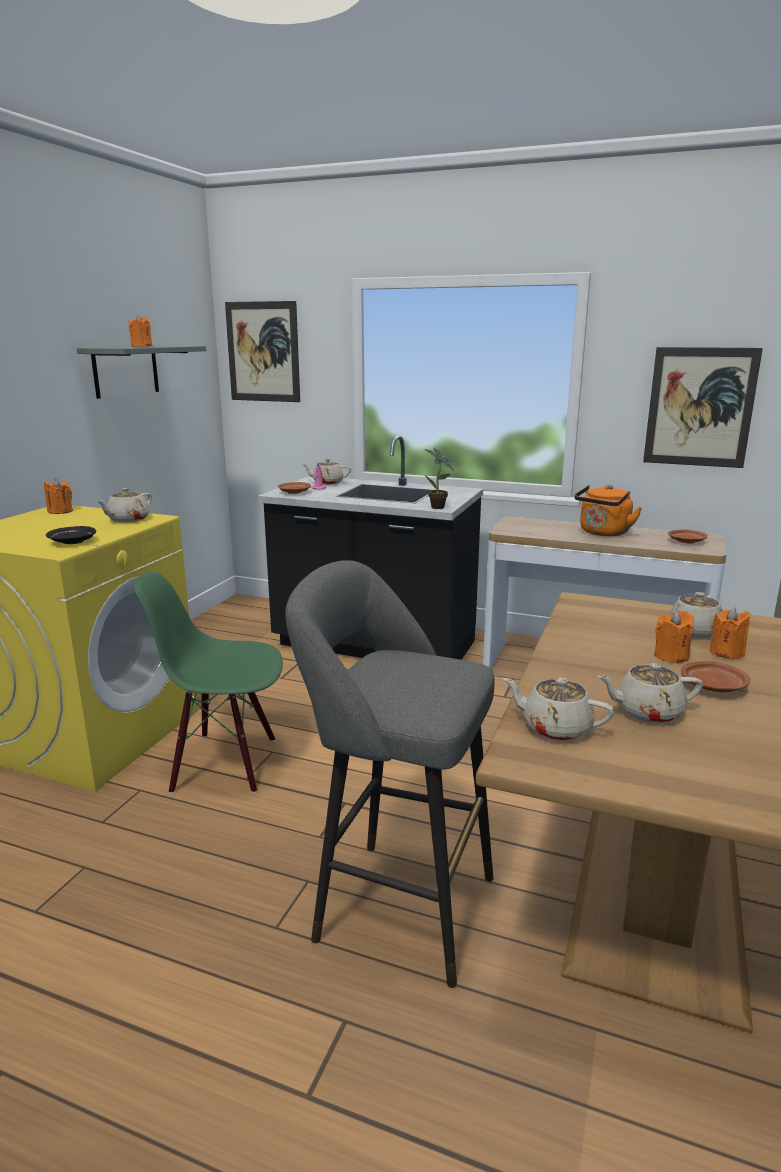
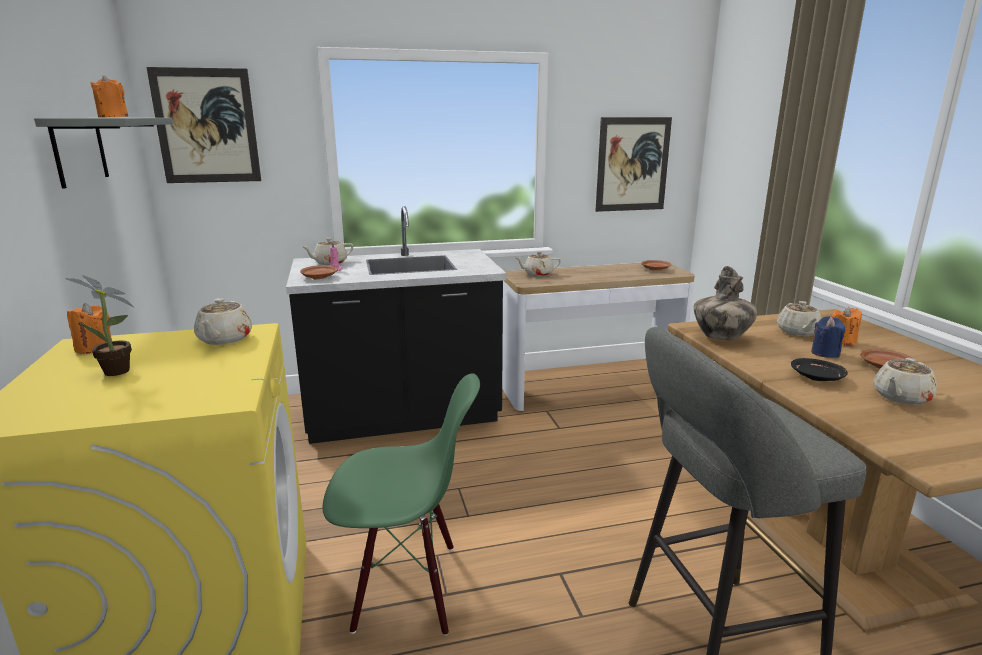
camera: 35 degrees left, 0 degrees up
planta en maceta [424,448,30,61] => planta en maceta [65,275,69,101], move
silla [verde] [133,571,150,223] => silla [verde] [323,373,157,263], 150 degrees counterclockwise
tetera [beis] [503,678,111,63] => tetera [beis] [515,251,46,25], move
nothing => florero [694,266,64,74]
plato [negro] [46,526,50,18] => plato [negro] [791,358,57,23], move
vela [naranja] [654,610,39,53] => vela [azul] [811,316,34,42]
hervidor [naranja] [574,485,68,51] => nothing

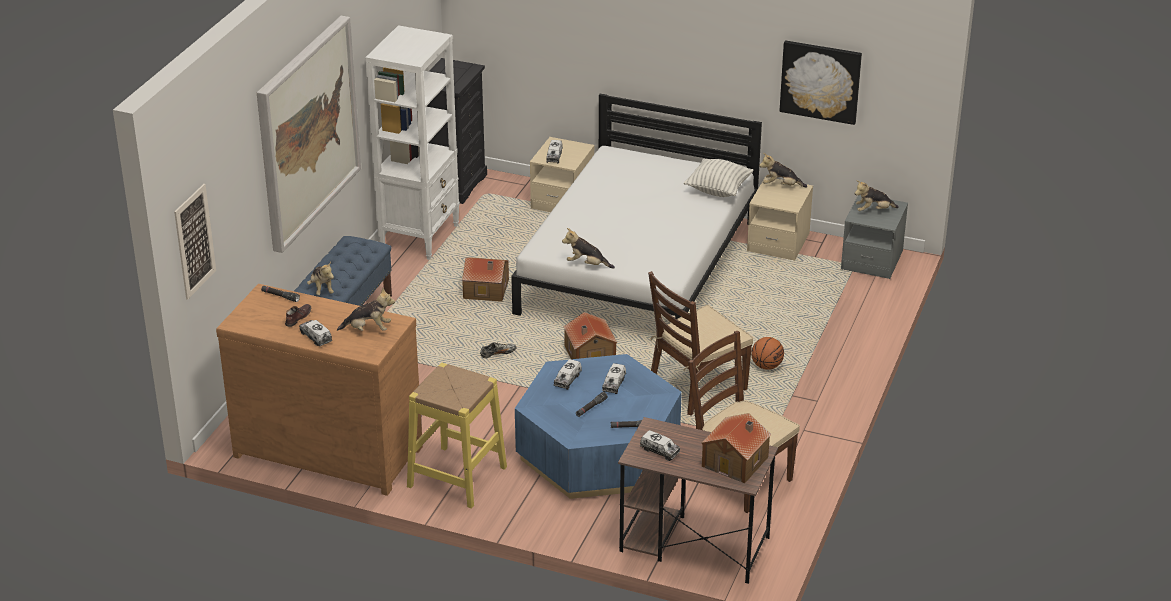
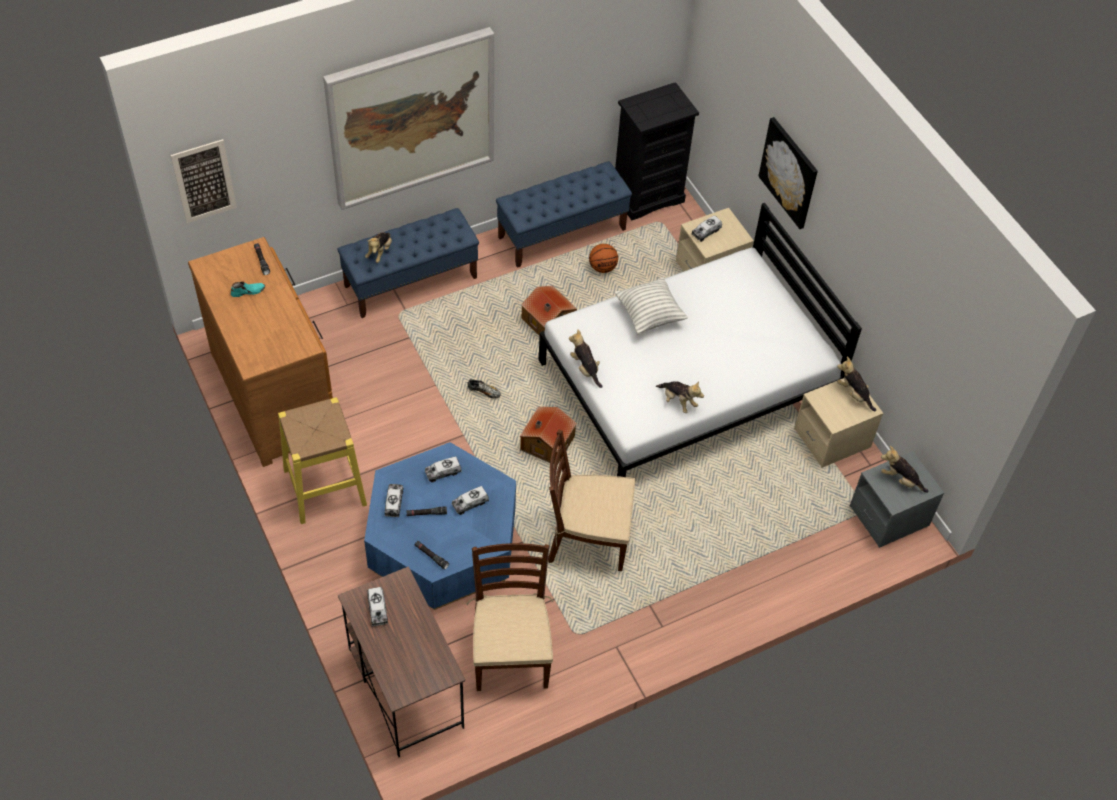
camera: 40 degrees right, 20 degrees up
zapato [marrón] [285,304,26,23] => zapato [turquesa] [231,281,34,16]
camión de juguete [299,320,33,26] => camión de juguete [385,484,19,33], move
estantería [blanco] [365,25,95,235] => banco [azul] [496,161,136,107]
balón de baloncesto [751,337,33,33] => balón de baloncesto [589,244,29,29], move
cojín [684,159,69,38] => cojín [615,277,73,57], move
peluche [337,288,58,43] => peluche [656,381,48,32], move
cuadro [779,41,83,84] => cuadro [758,117,60,112], move
casita [702,413,69,70] => nothing

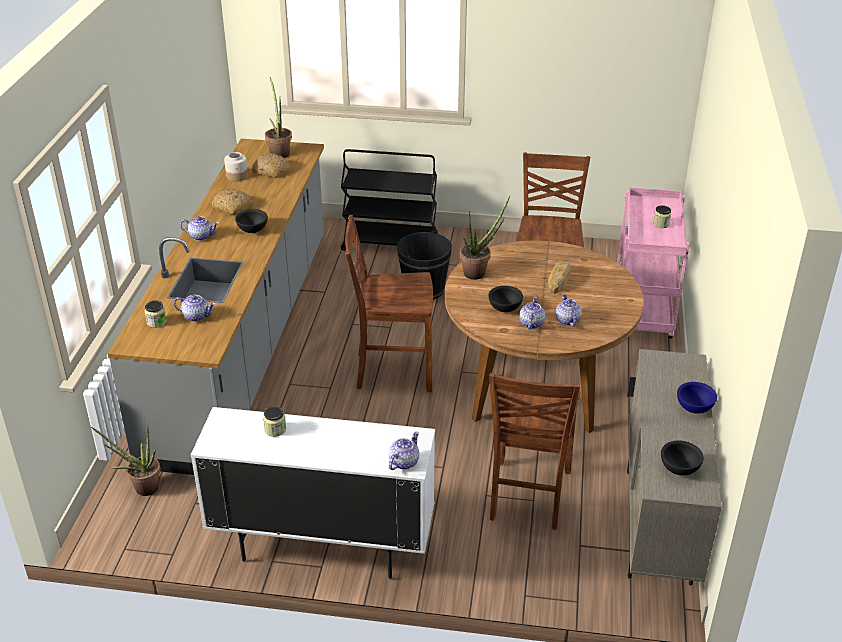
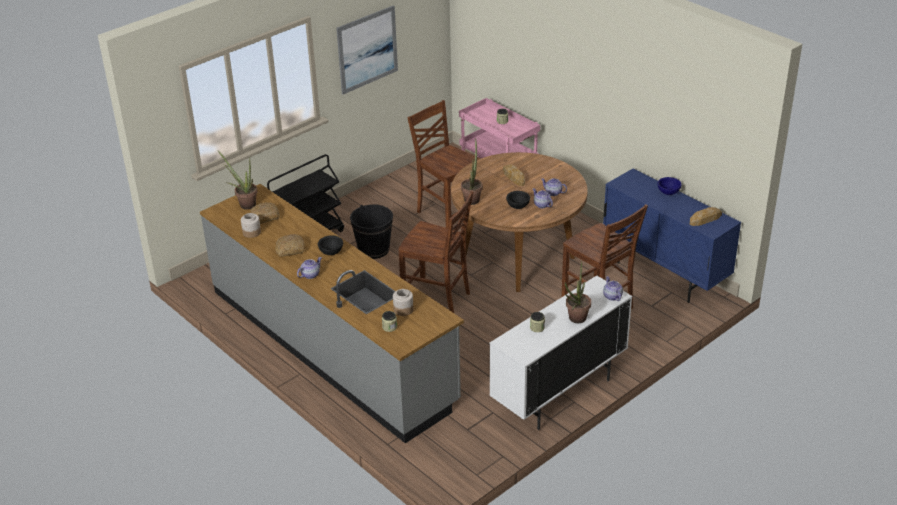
camera: 50 degrees left, 0 degrees up
nothing => cuadro [336,5,62,89]
tetera [174,295,41,27] => tarro [393,289,21,27]
silla [marrón] [345,215,88,177] => silla [marrón] [398,190,76,123], 105 degrees counterclockwise
planta en maceta [91,424,70,72] => planta en maceta [565,261,26,62], move
armario [beis] [627,349,95,237] => armario [azul] [603,168,138,135]
cuenco [negro] [661,440,43,36] => pan [690,207,32,19]

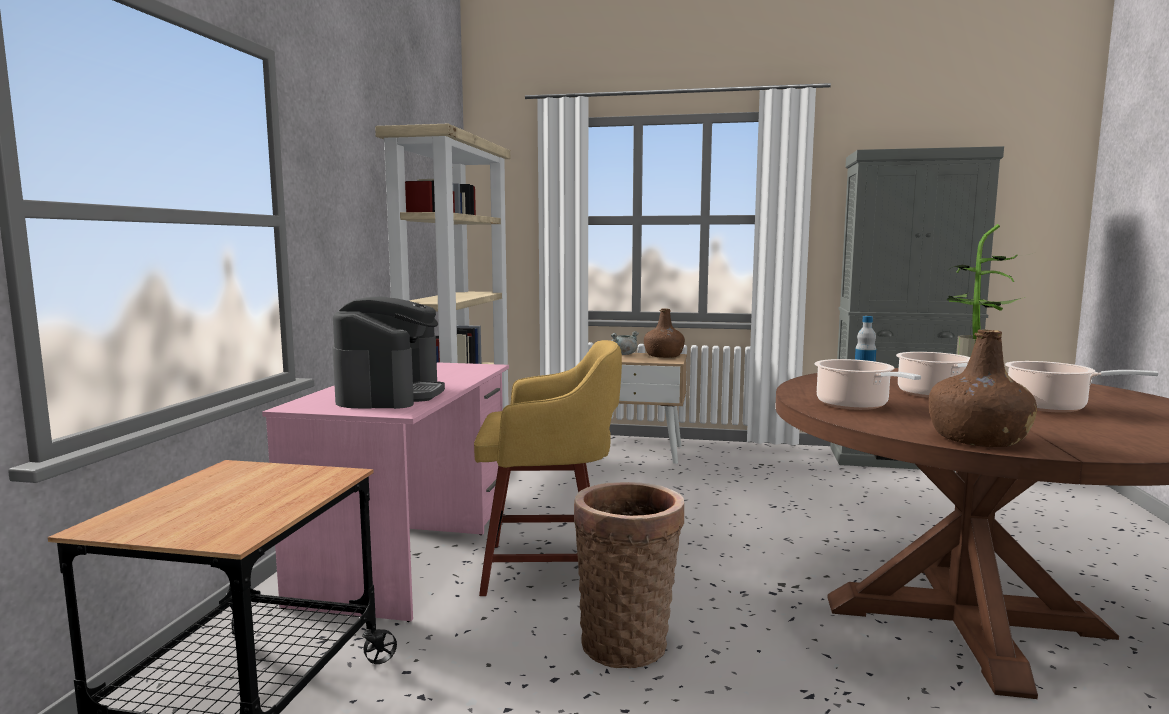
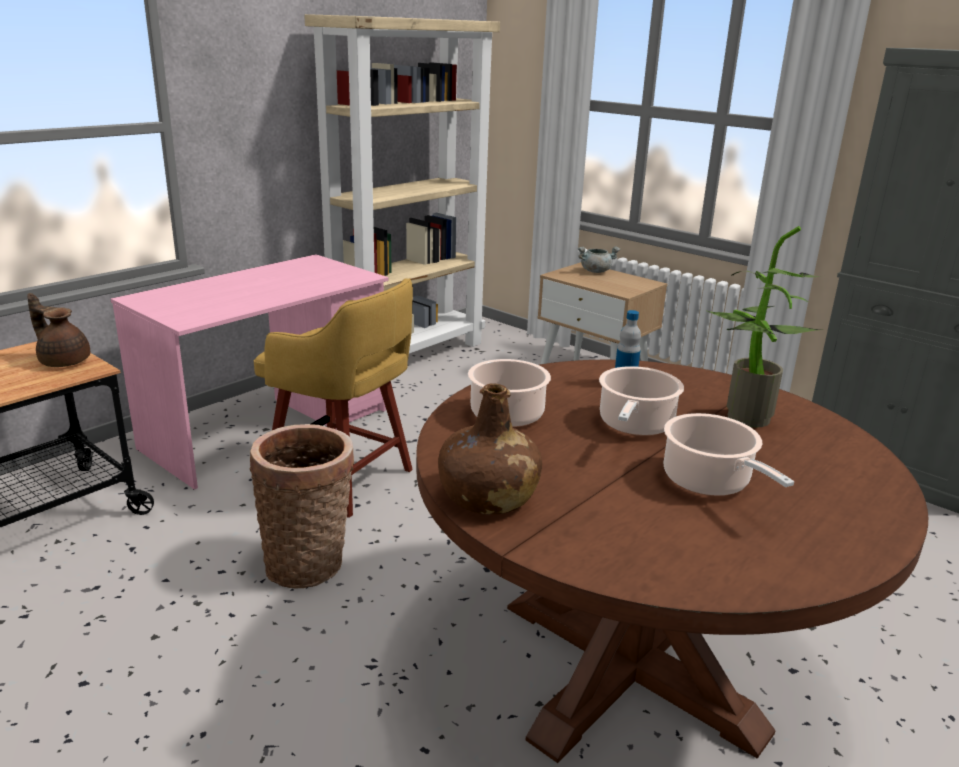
camera: 30 degrees right, 15 degrees up
nothing => tetera [marrón] [27,293,63,74]
cafetera [332,296,113,113] => nothing
botella [marrón] [644,308,41,50] => nothing

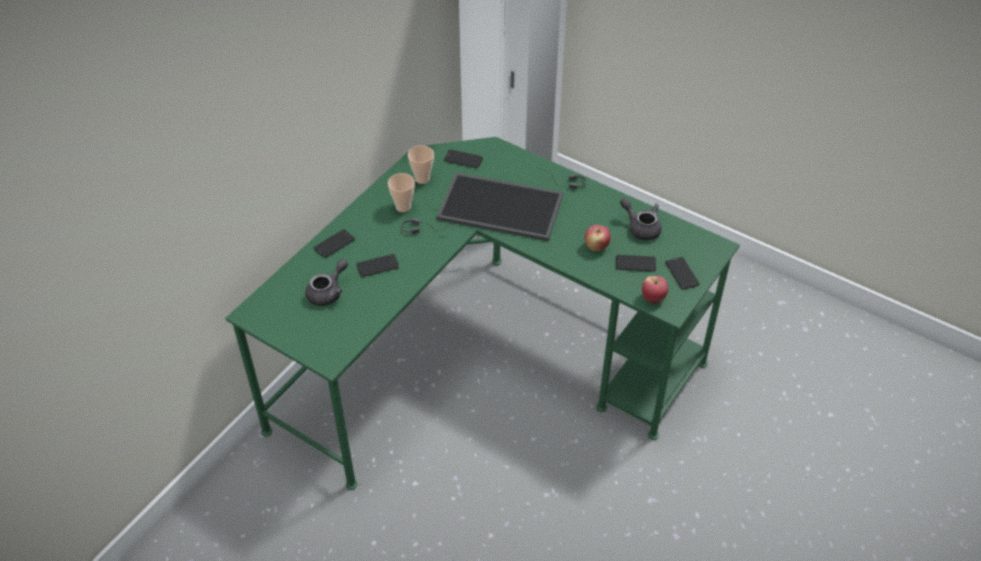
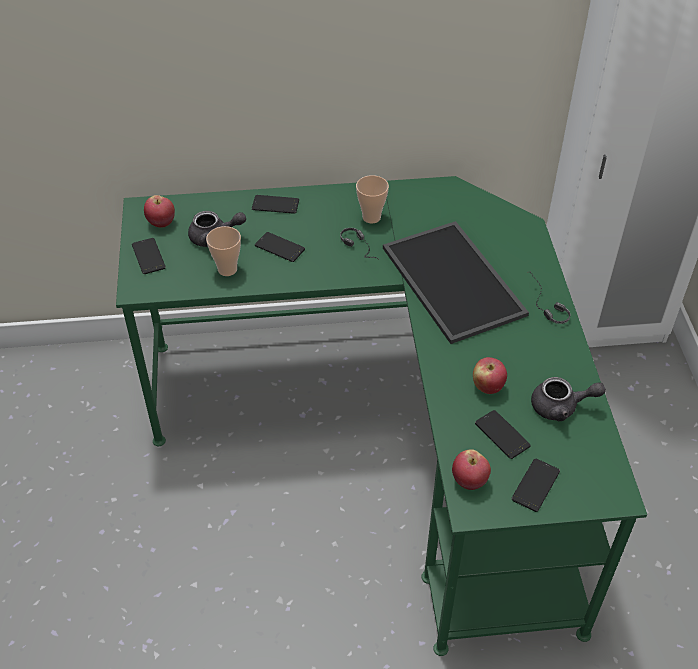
camera: 50 degrees right, 0 degrees up
móvil [444,149,39,19] => móvil [132,238,34,36], move
nothing => manzana [144,195,31,33]
taza [408,145,26,39] => taza [206,226,35,50], move
tetera [gris] [620,198,42,42] => tetera [gris] [531,377,75,44], 90 degrees clockwise

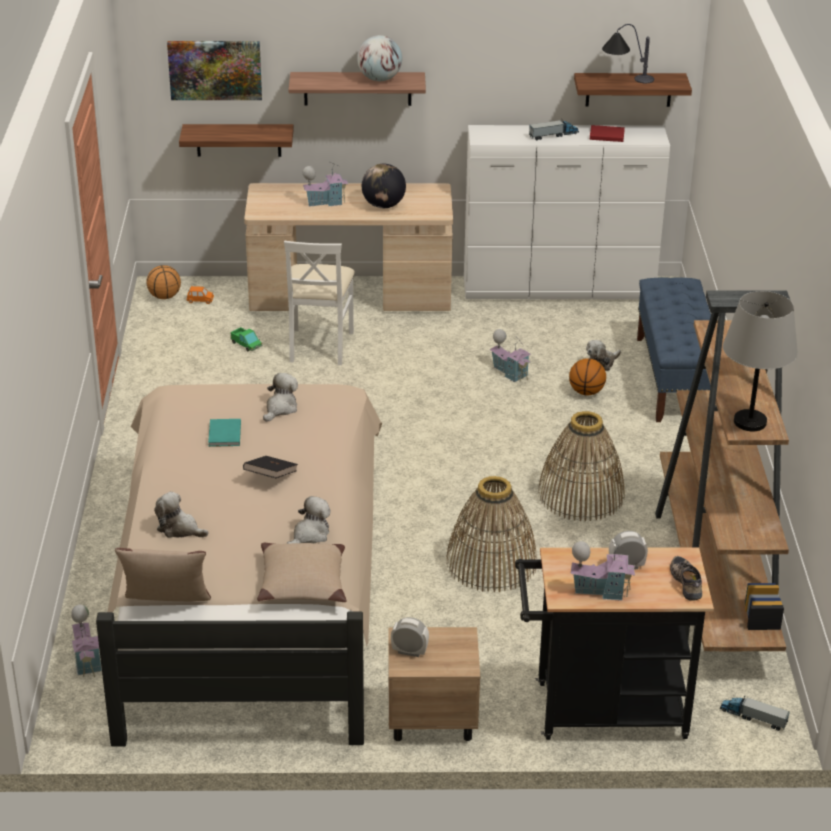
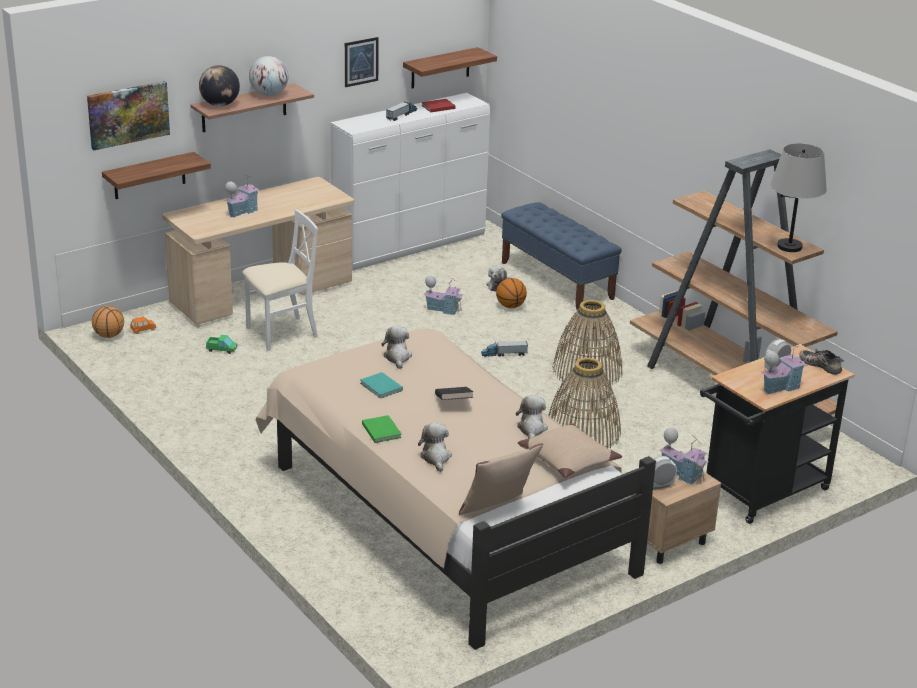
camera: 35 degrees left, 5 degrees down
globo terráqueo [362,164,44,44] => globo terráqueo [199,65,41,41], move
silla [blanco] [284,241,71,124] => silla [blanco] [242,209,76,142], 90 degrees counterclockwise
nothing => cuadro [345,37,34,50]
nothing => libro [verde] [362,415,40,28]
peluche [154,492,55,46] => peluche [418,423,34,49], 90 degrees clockwise
camión de juguete [720,696,70,35] => camión de juguete [481,341,47,16], move
casita [71,605,31,72] => casita [659,428,50,57], move
lámpara de mesa [602,24,52,59] => nothing

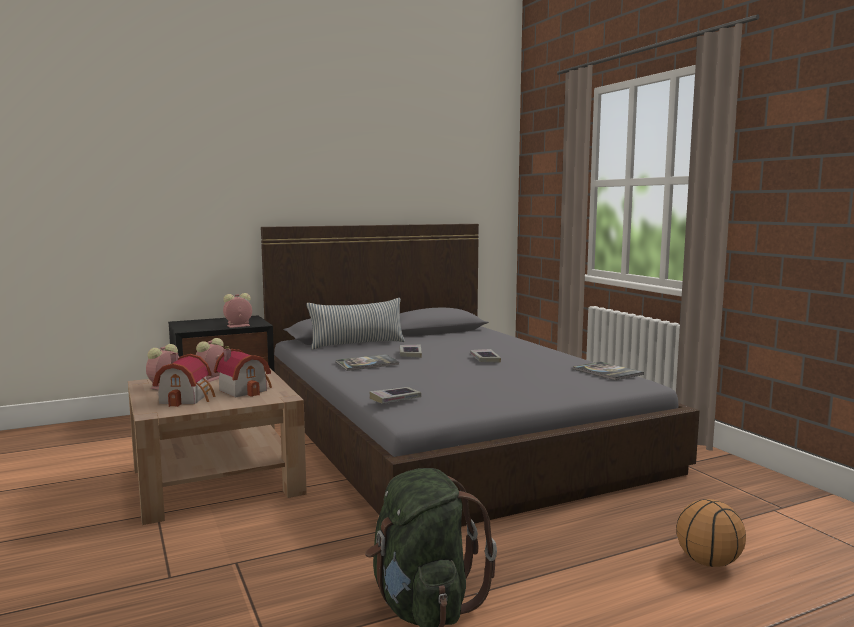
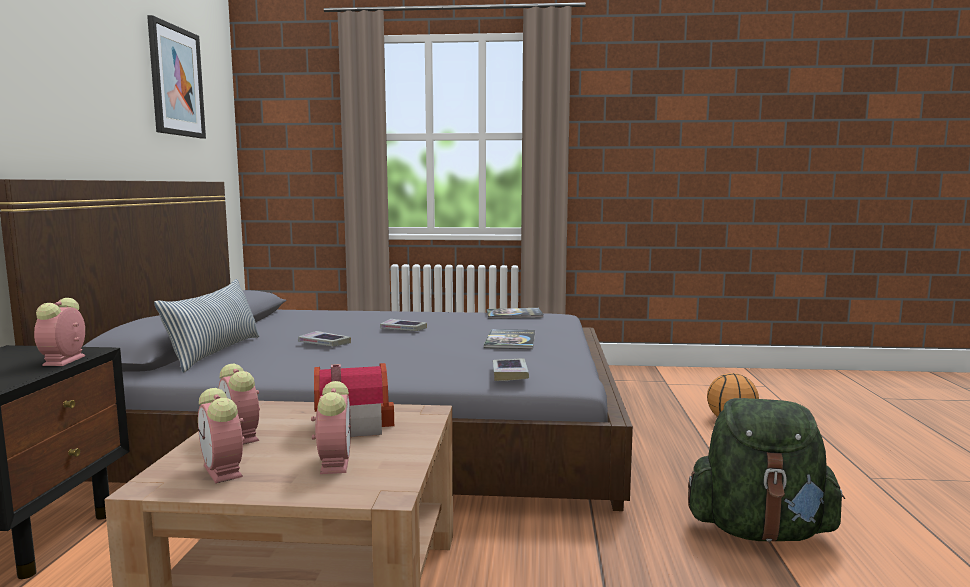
camera: 60 degrees left, 0 degrees up
nothing => cuadro [147,15,59,124]
casita [153,353,63,54] => despertador [311,381,40,93]
libro [336,354,63,17] => libro [484,329,52,20], move

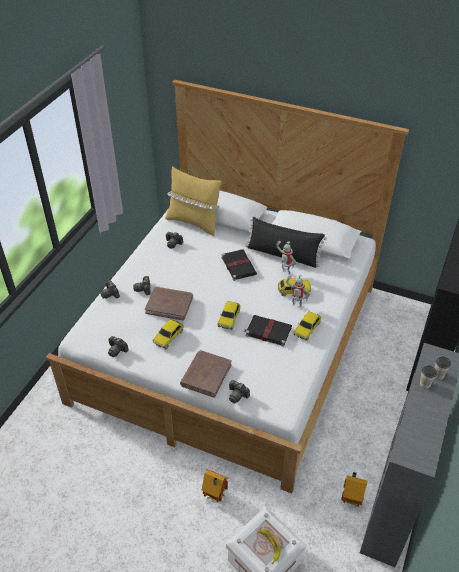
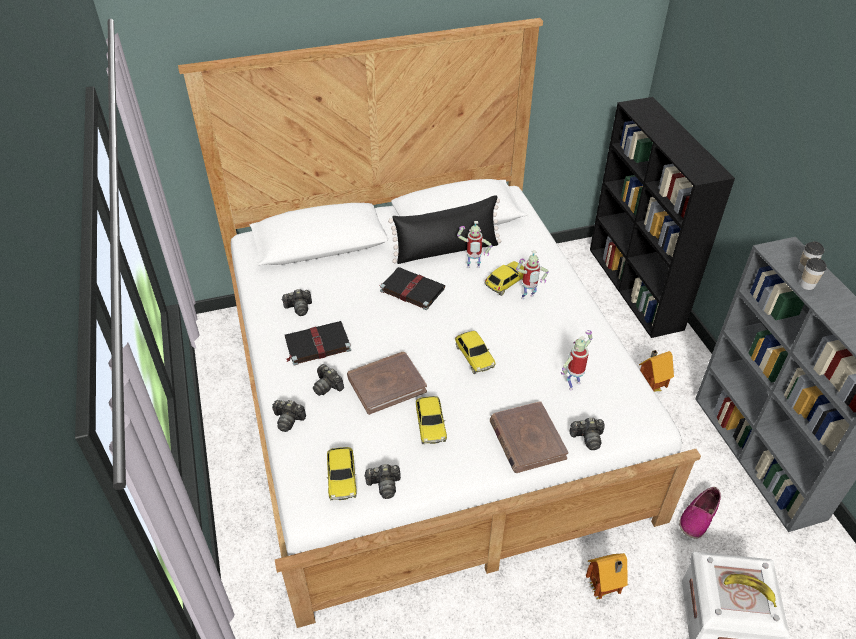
camera: 40 degrees left, 0 degrees up
libro [negro] [244,315,48,32] => libro [negro] [285,321,66,45], move
coche de juguete [293,312,28,29] => coche de juguete [326,447,31,53], move
nothing => robot de juguete [561,330,31,61]
casita [341,472,26,35] => casita [639,350,35,42], move
nothing => zapato [679,487,42,52]
cojín [amarillo] [165,166,57,70] => nothing

